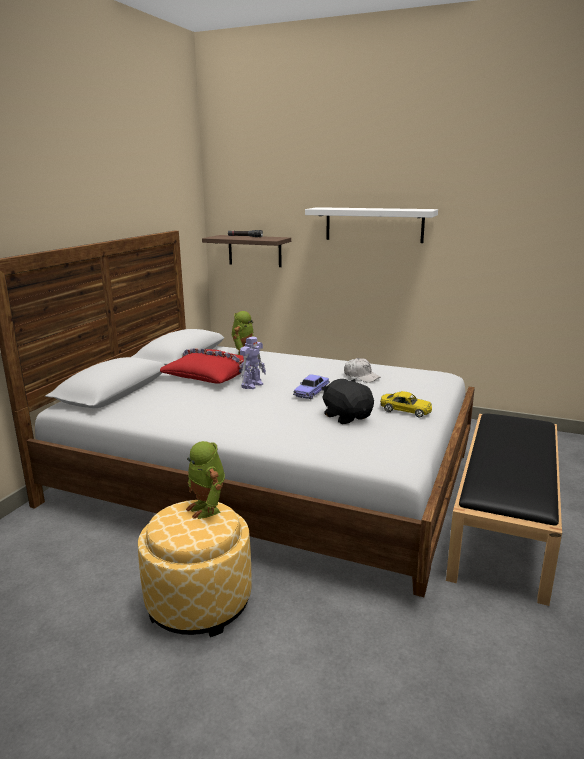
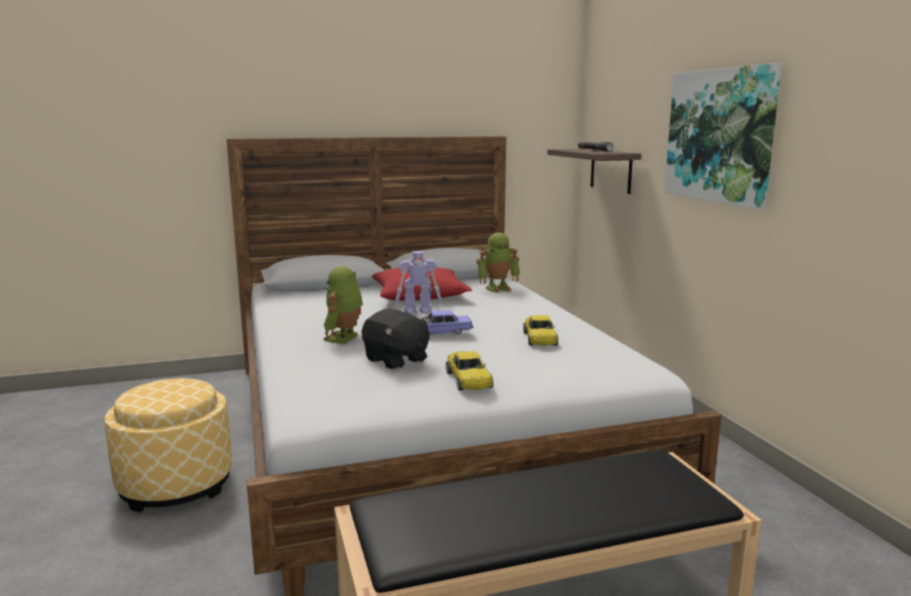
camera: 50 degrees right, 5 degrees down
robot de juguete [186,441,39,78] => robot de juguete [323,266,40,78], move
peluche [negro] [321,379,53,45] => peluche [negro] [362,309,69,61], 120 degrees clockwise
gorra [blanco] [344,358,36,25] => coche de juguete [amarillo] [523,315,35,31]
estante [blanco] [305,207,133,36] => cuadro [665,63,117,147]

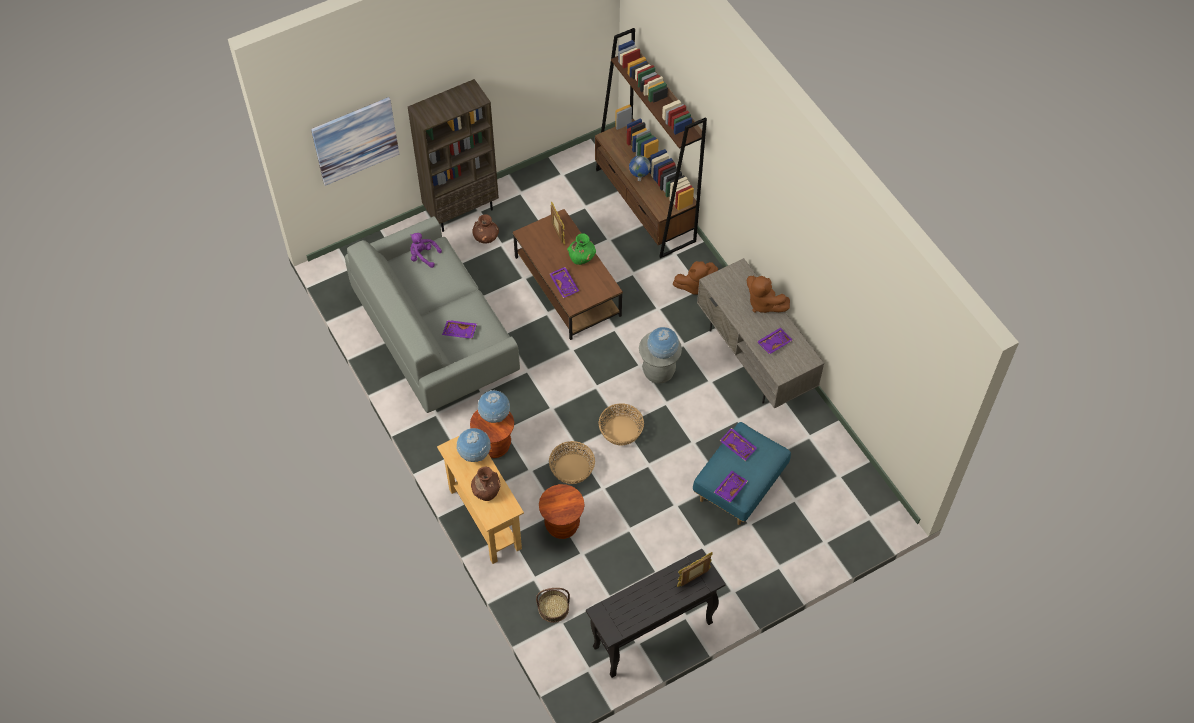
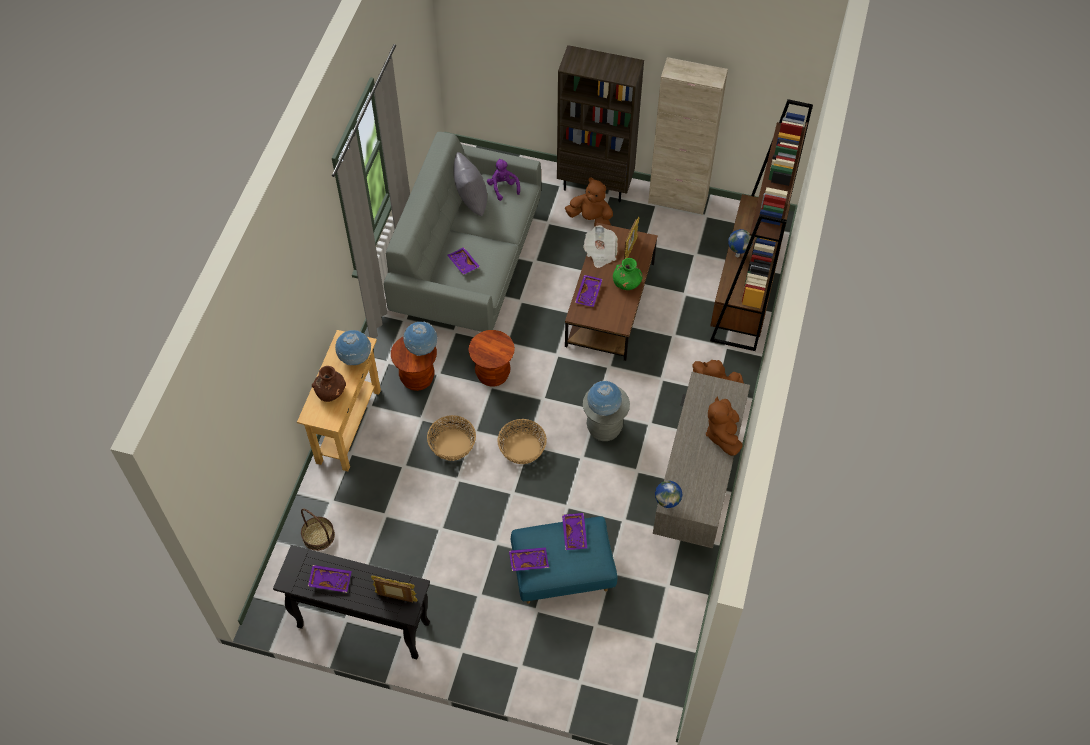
camera: 45 degrees right, 0 degrees up
bandeja [morado] [757,327,36,27] => bandeja [morado] [308,565,44,28], move
nothing => cojín [gris] [453,152,34,64]
taburete [marrón] [539,484,45,55] => taburete [marrón] [469,330,46,57], move
florero [marrón] [472,214,27,30] => peluche [marrón] [565,177,48,49]
nothing => periódico [583,225,35,43]
nothing => armario [beis] [648,57,80,158]
nothing => globo terráqueo [655,481,27,27]
cuadro [311,97,88,89] => nothing

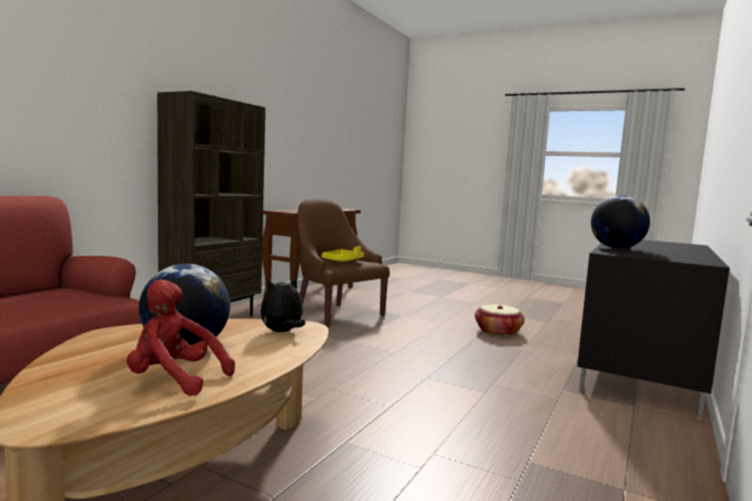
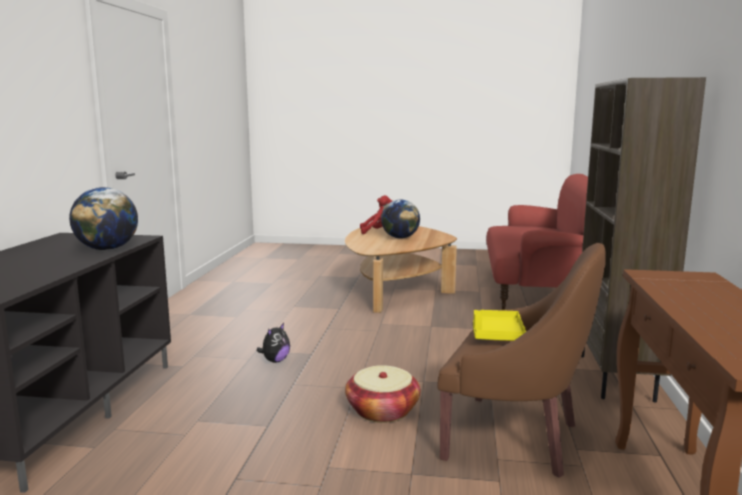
camera: 160 degrees right, 5 degrees up
peluche [260,277,46,55] => peluche [256,323,34,40], move
cesta [475,304,50,32] => cesta [345,365,76,58], move

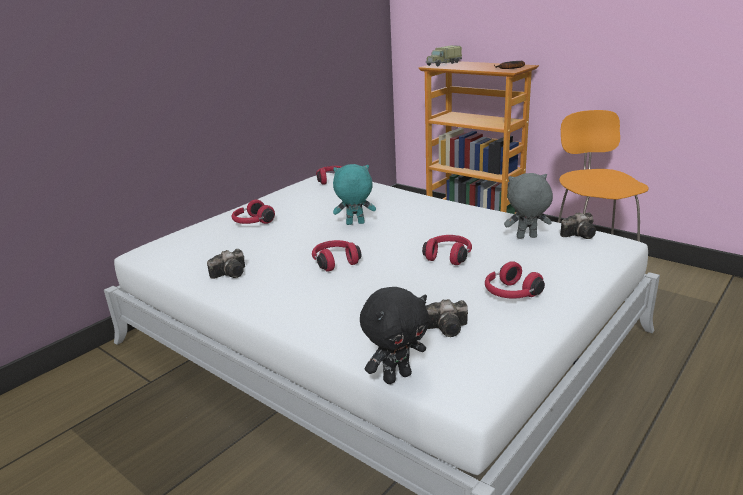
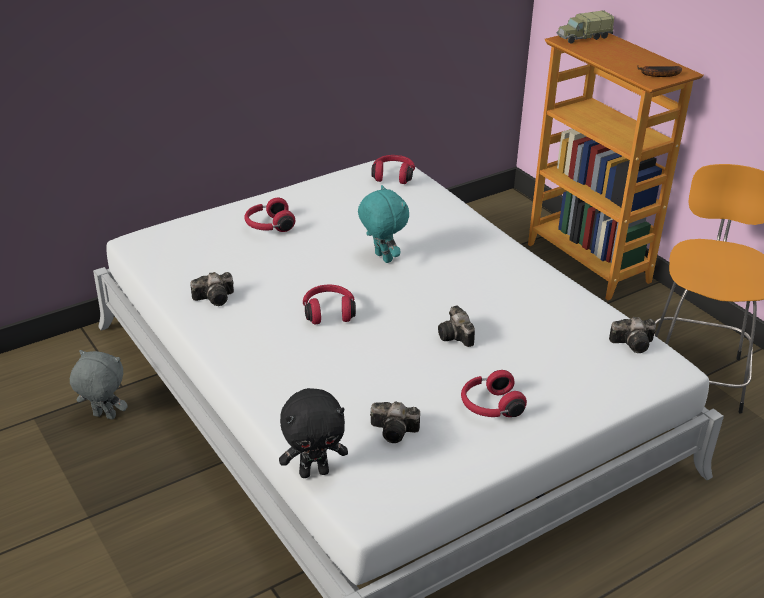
camera: 15 degrees right, 10 degrees up
peluche [gris] [504,173,49,66] => peluche [gris] [70,350,58,69], move
peluche [turquesa] [333,164,43,61] => peluche [turquesa] [358,185,51,78], 45 degrees clockwise
auriculares [rojo] [422,235,50,30] => cámara [438,305,37,42]

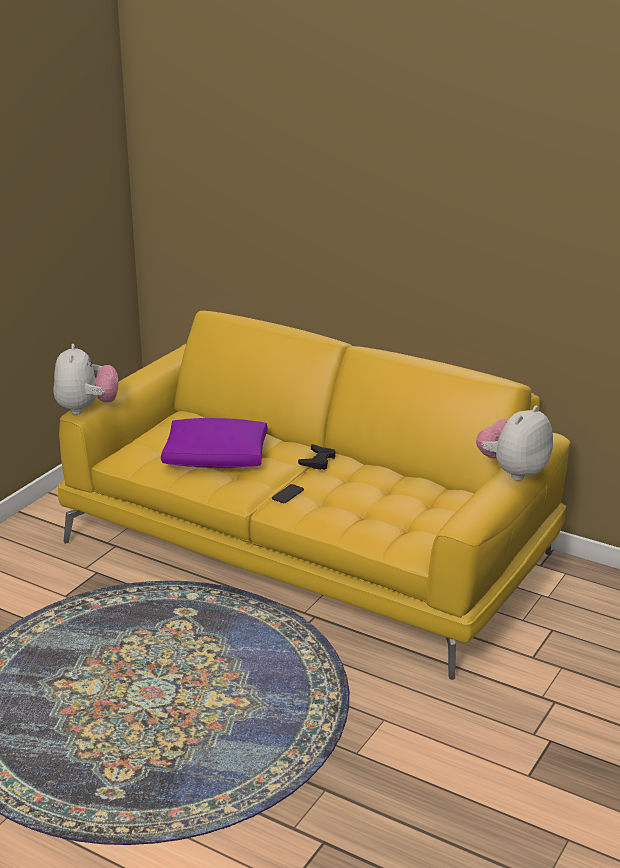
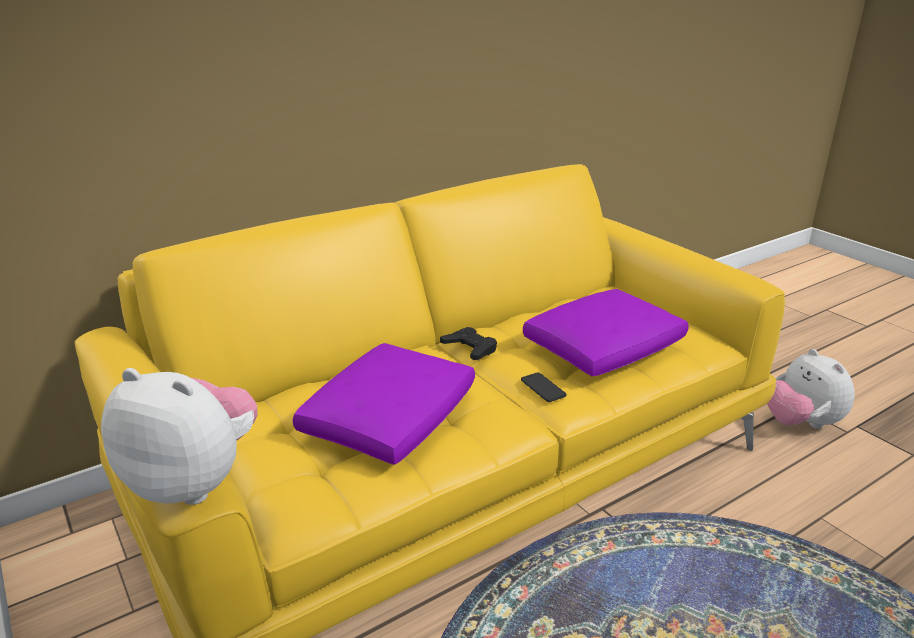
camera: 65 degrees left, 0 degrees up
nothing => cojín [morado] [523,289,166,87]
peluche [476,406,77,75] => peluche [767,349,88,80], move

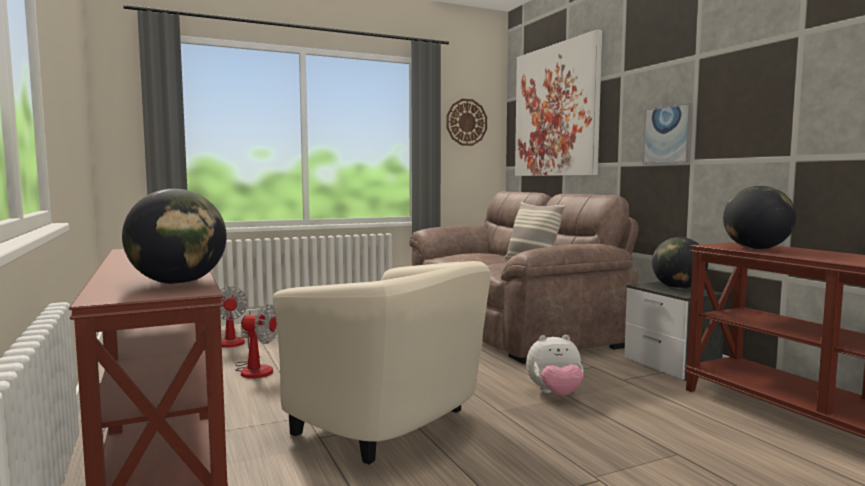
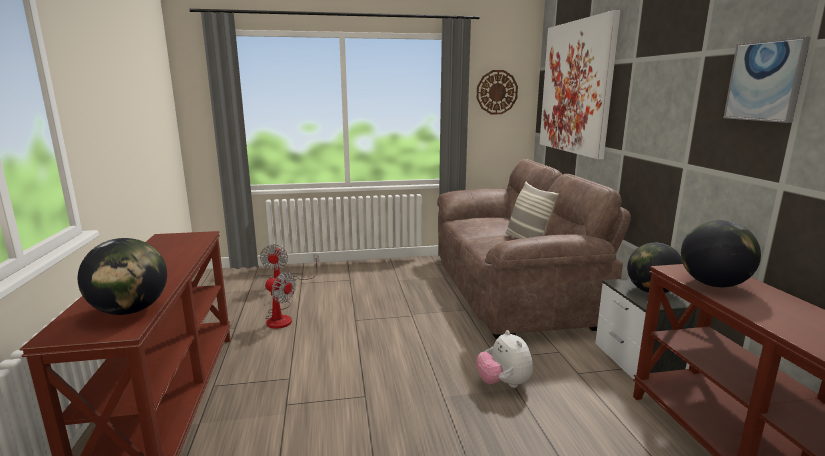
camera: 15 degrees right, 10 degrees up
peluche [526,335,58,61] => peluche [476,330,57,58], 60 degrees clockwise
cuadro [643,103,50,62] => cuadro [724,37,87,86], move
sillón [beis] [273,261,217,204] => nothing

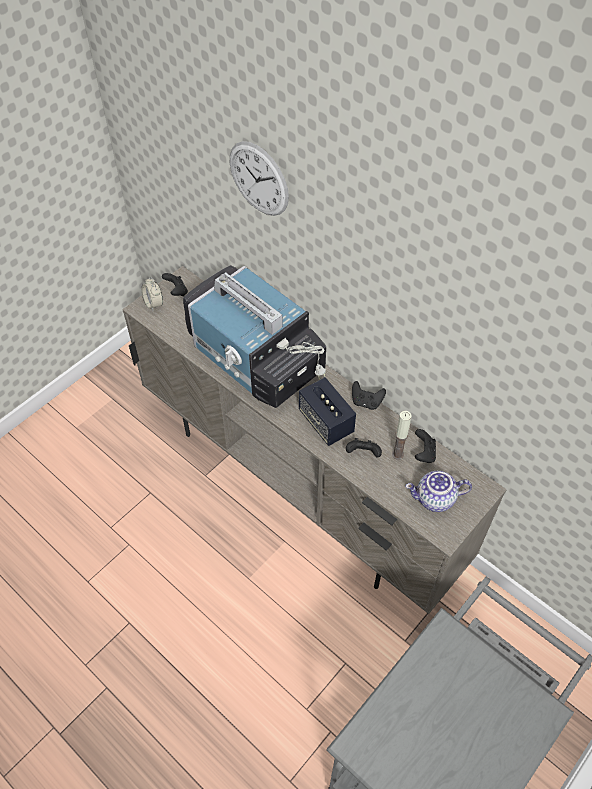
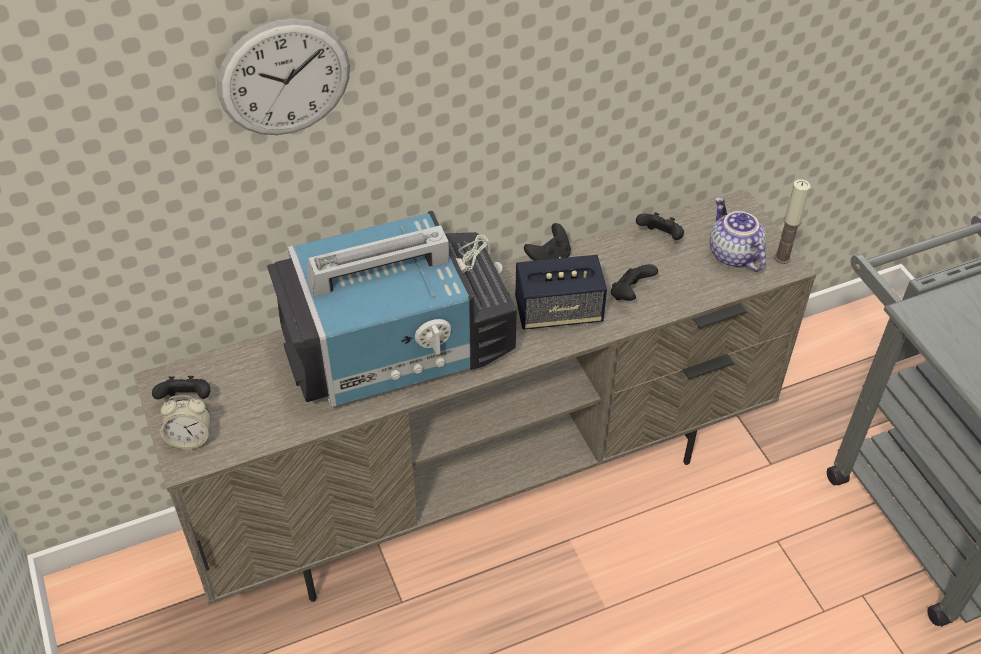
camera: 65 degrees left, 5 degrees down
tetera [405,471,67,41] => tetera [710,197,56,75], 135 degrees clockwise
vela [392,411,20,49] => vela [774,179,37,85], move

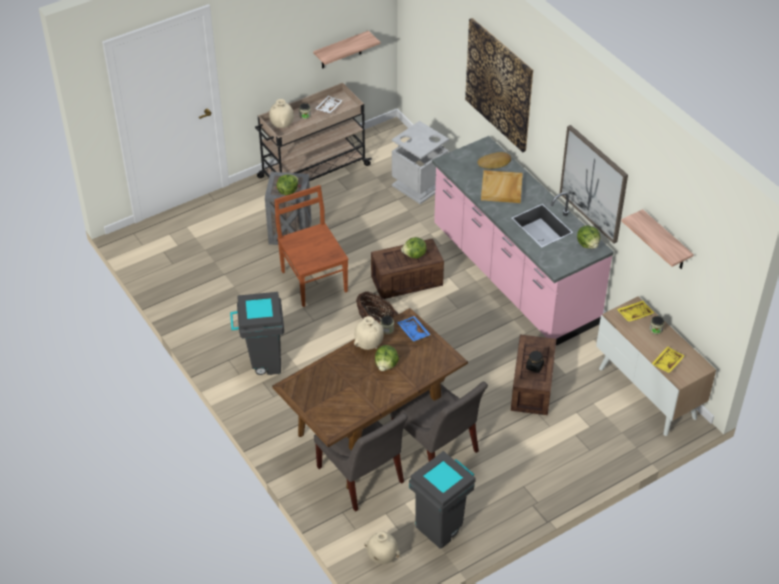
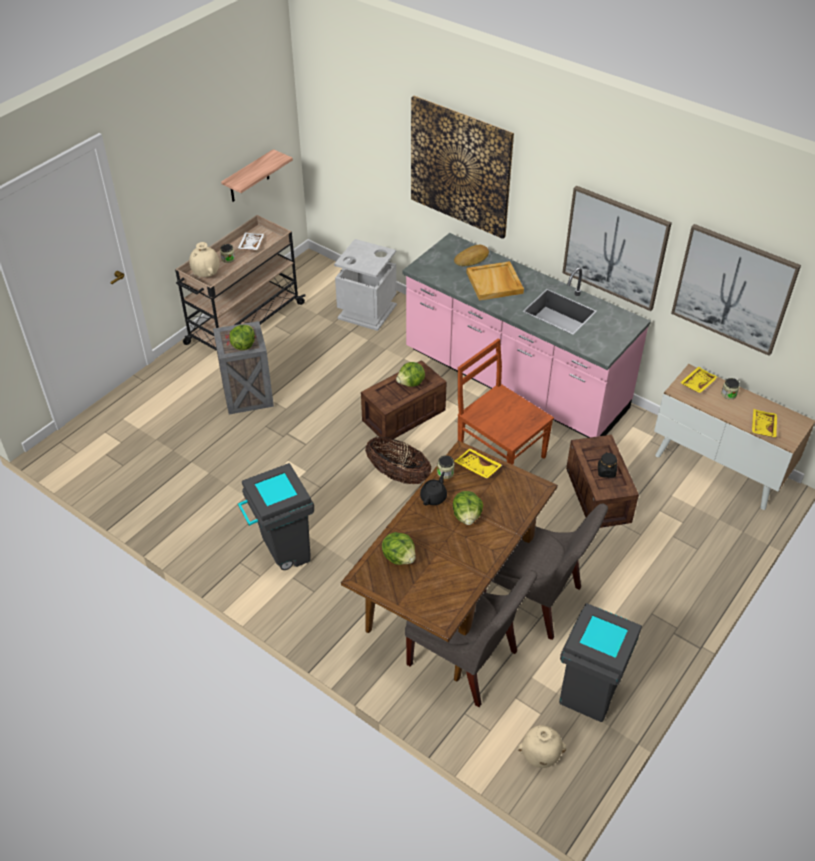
camera: 20 degrees left, 0 degrees up
lechuga [577,225,23,24] => lechuga [382,532,34,33], move
florero [beis] [354,316,30,34] => tetera [negro] [420,472,27,33]
bandeja [azul] [397,316,34,26] => bandeja [amarillo] [454,448,48,31]
silla [marrón] [274,185,75,122] => silla [marrón] [458,338,96,127], move
estante [622,209,72,60] => cuadro [671,224,130,132]

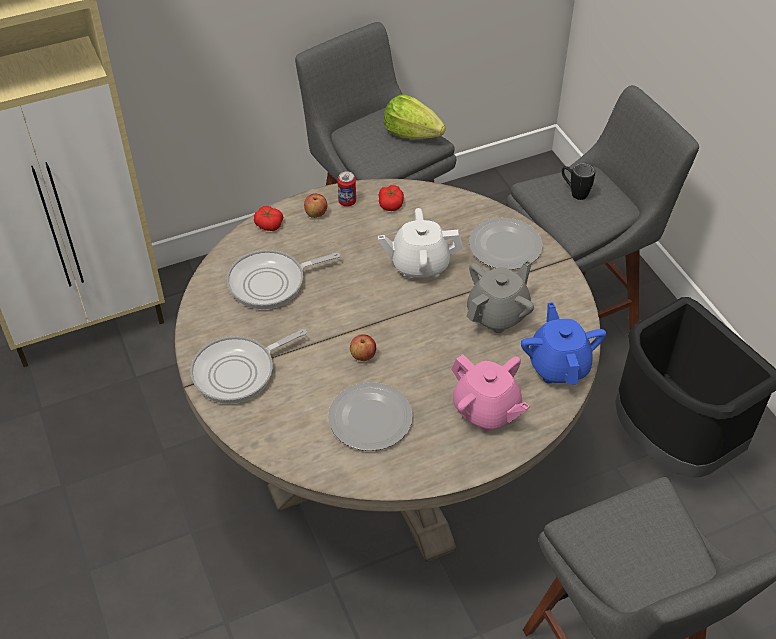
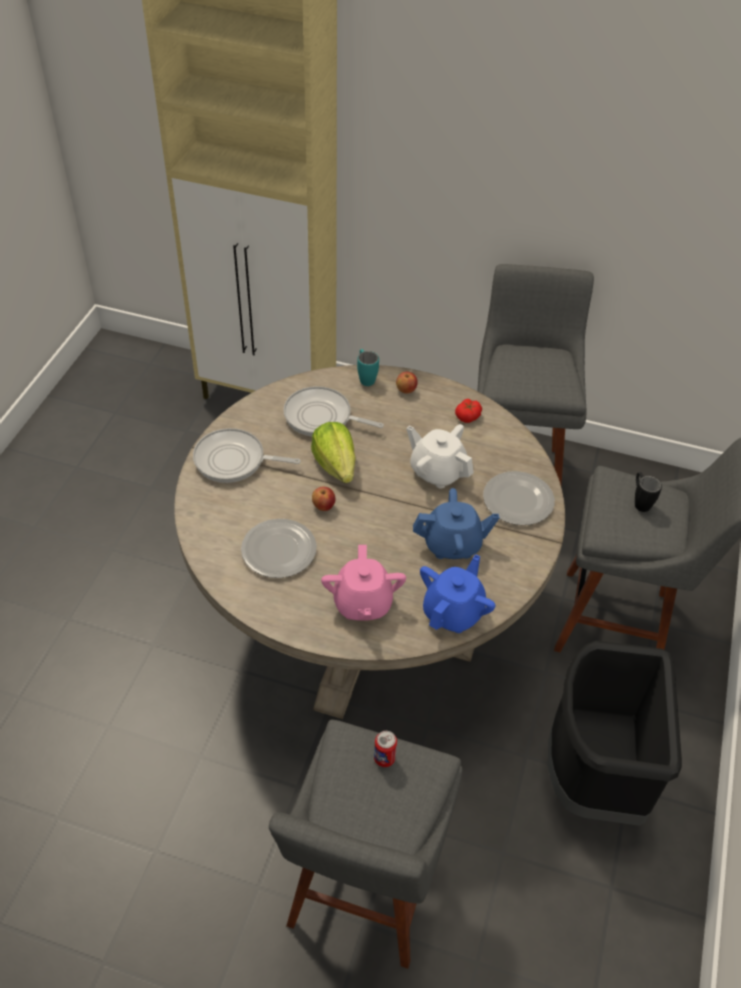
camera: 40 degrees right, 0 degrees up
lechuga [384,94,62,45] => lechuga [311,422,45,61], move
tomate [254,206,29,25] => taza grande [turquesa] [357,349,22,37]
lata [338,171,18,36] => lata [374,731,23,36], move
tetera [gris] [466,260,68,73] => tetera [azul] [413,488,86,71]

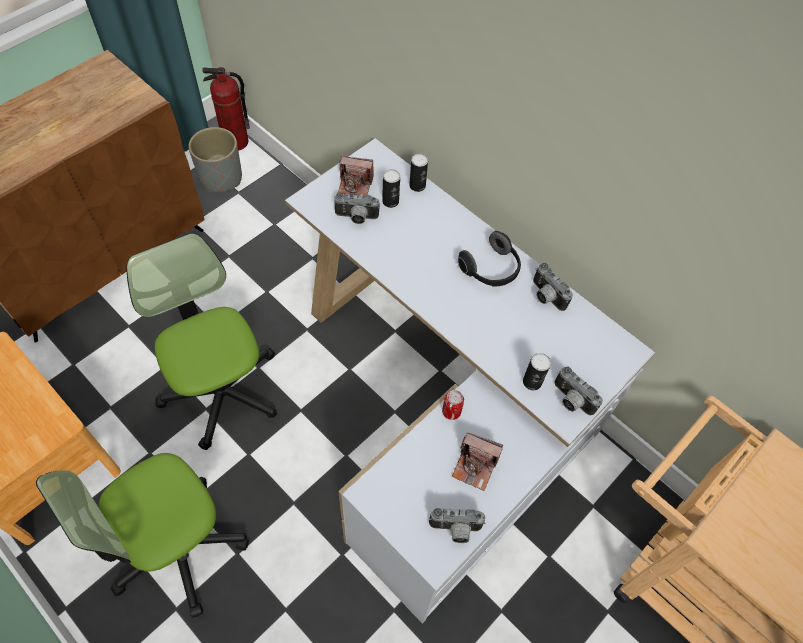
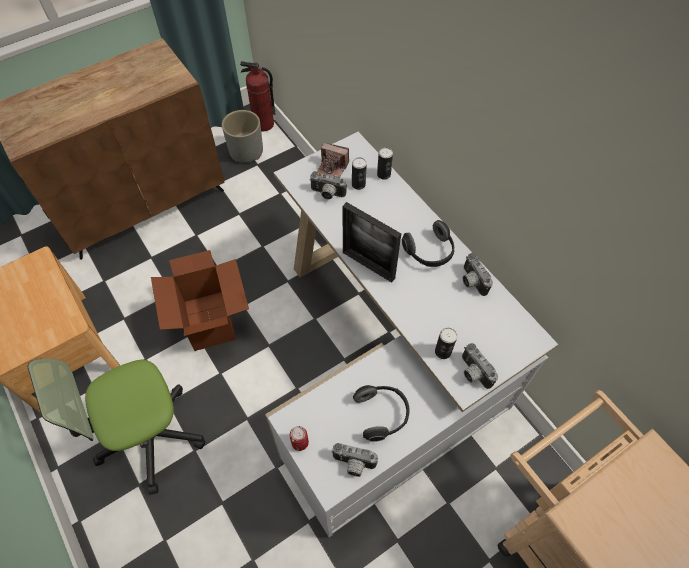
camera: 15 degrees right, 0 degrees up
silla de oficina [126,233,151,217] => caja de cartón [151,250,98,101]
lata [442,390,22,30] => lata [290,426,19,25], move
nothing => portarretratos [343,202,58,81]
cámara [452,433,51,58] => auriculares [353,385,56,57]

